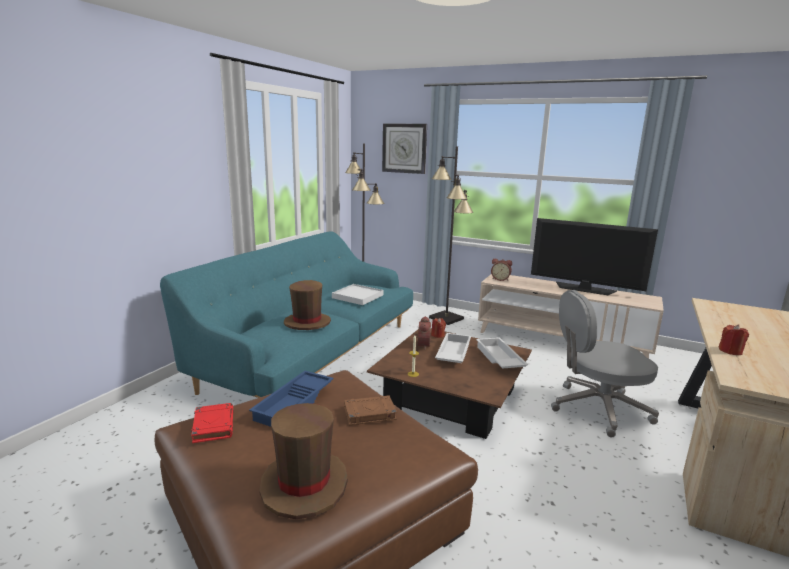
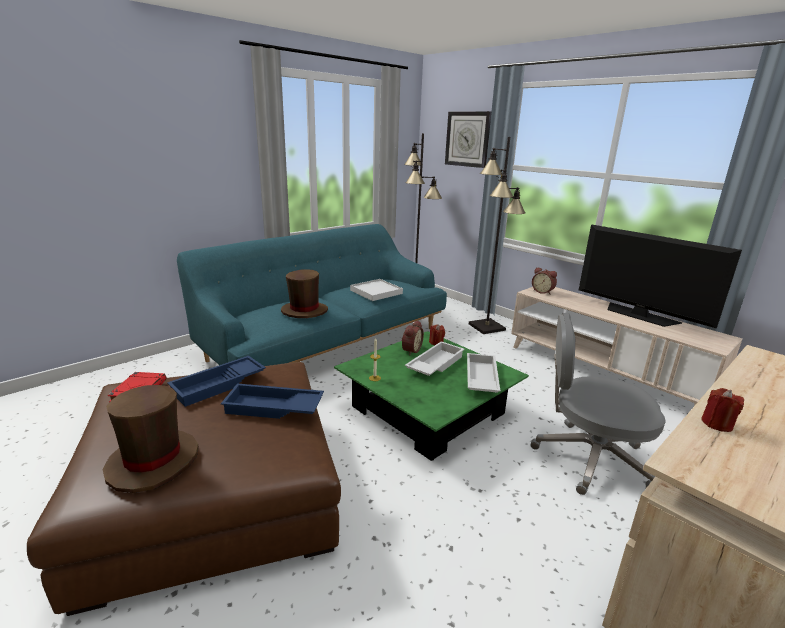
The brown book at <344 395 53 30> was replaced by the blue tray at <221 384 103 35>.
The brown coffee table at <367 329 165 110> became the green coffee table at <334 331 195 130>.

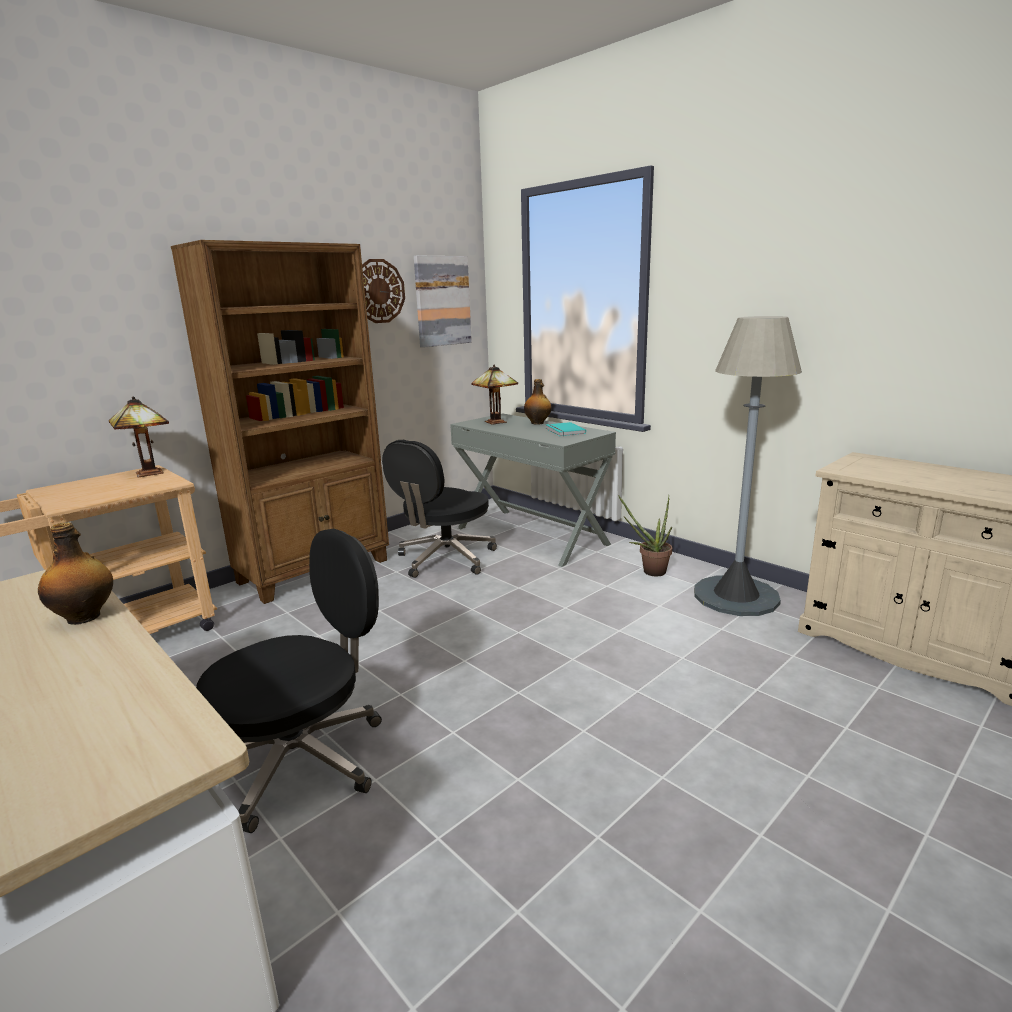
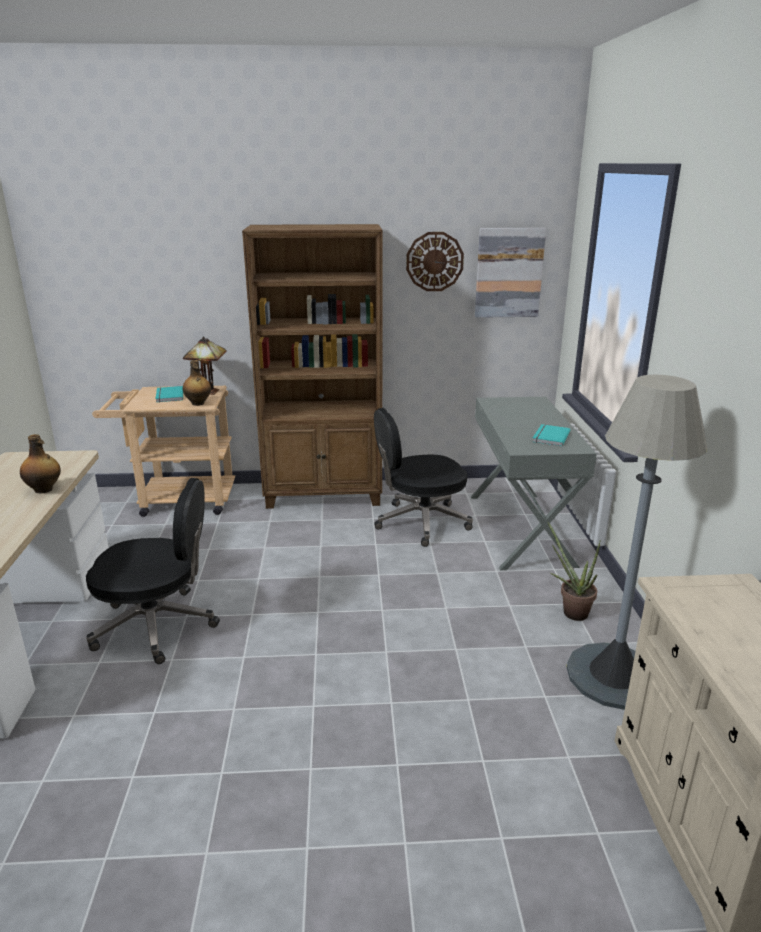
The table lamp at <471 365 47 59> disappeared.
The turquoise book at <155 386 28 16> appeared.
The bottle moved from <524 379 28 46> to <183 360 28 46>.

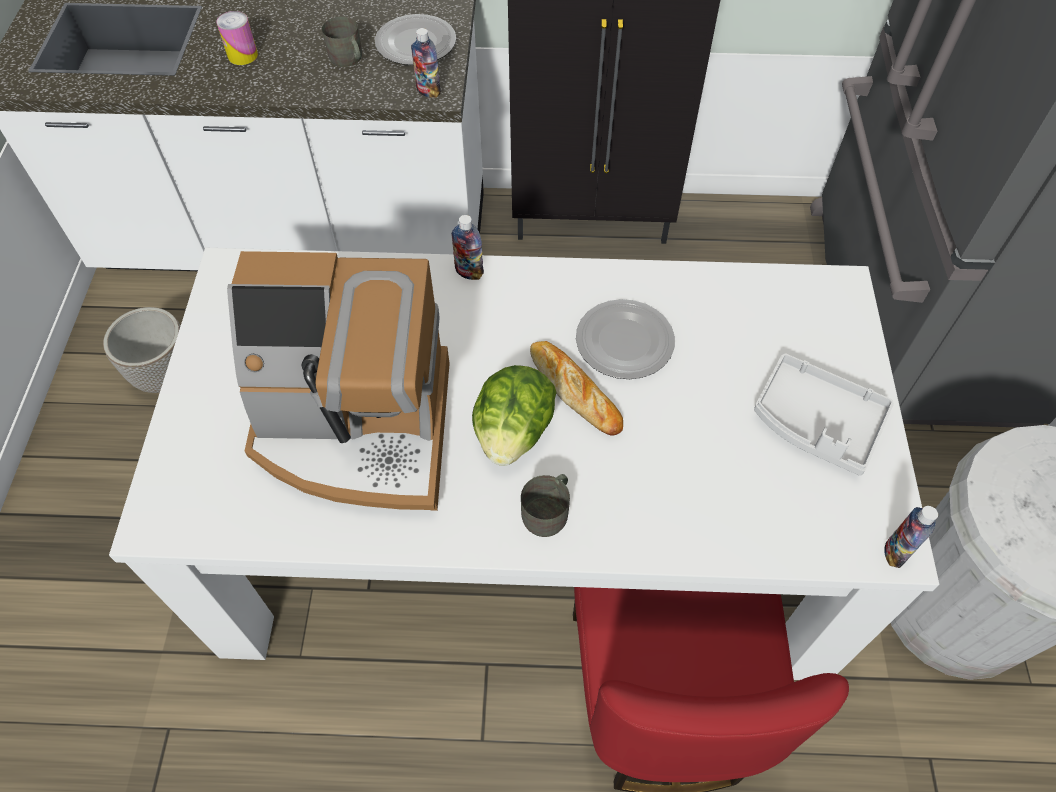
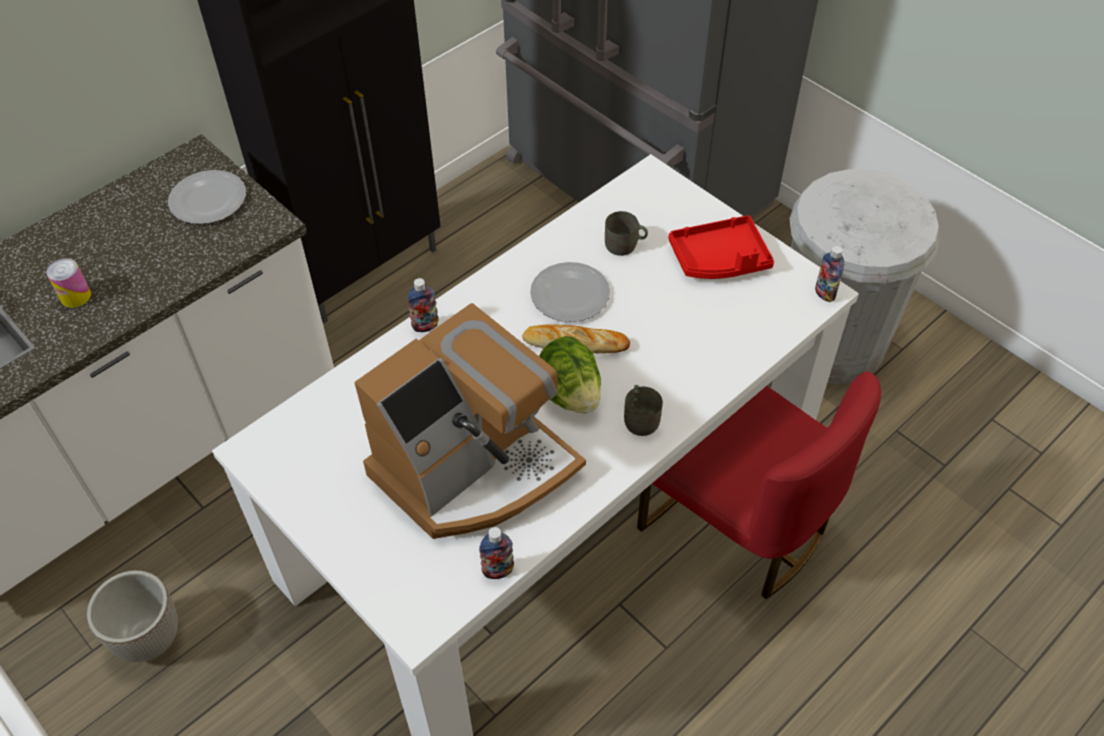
The grey mug moved from <322 17 40 50> to <605 211 43 45>.
The bottle moved from <411 28 30 70> to <479 527 35 52>.
The grey tray at <754 354 140 122> became the red tray at <668 215 106 64>.

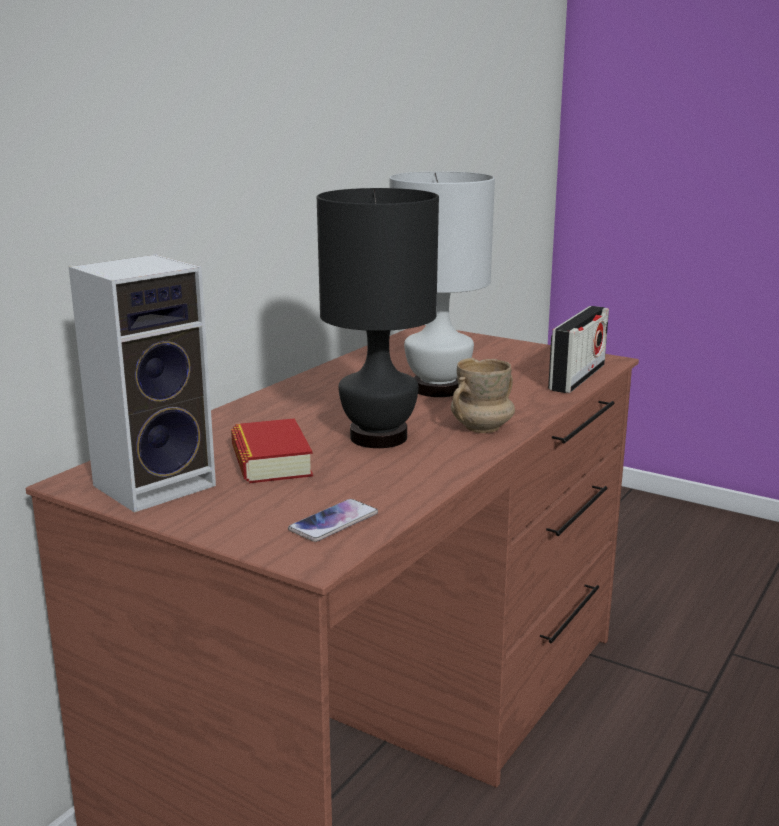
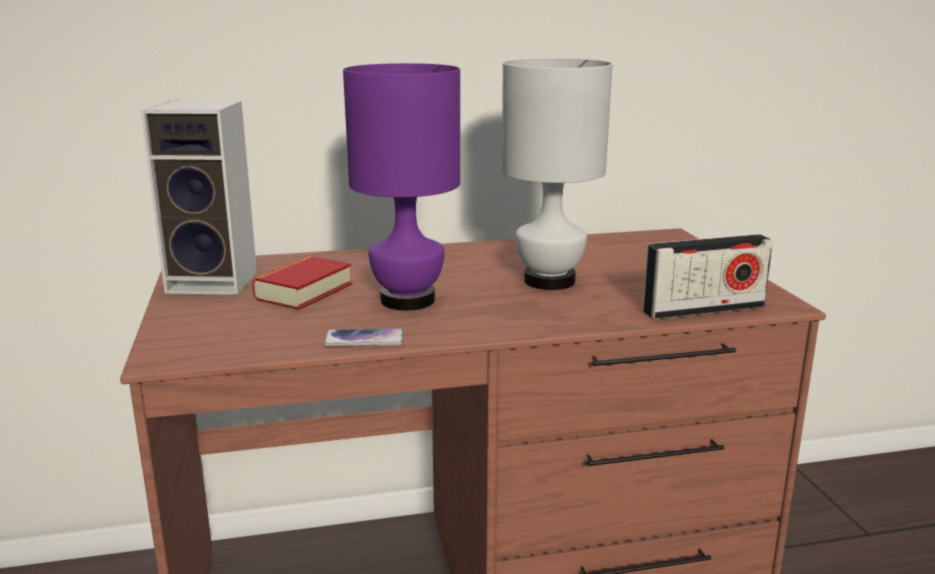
The beige mug at <451 358 64 75> disappeared.
The phone moved from <288 499 90 43> to <323 328 81 19>.
The black table lamp at <317 188 122 260> became the purple table lamp at <343 63 117 247>.

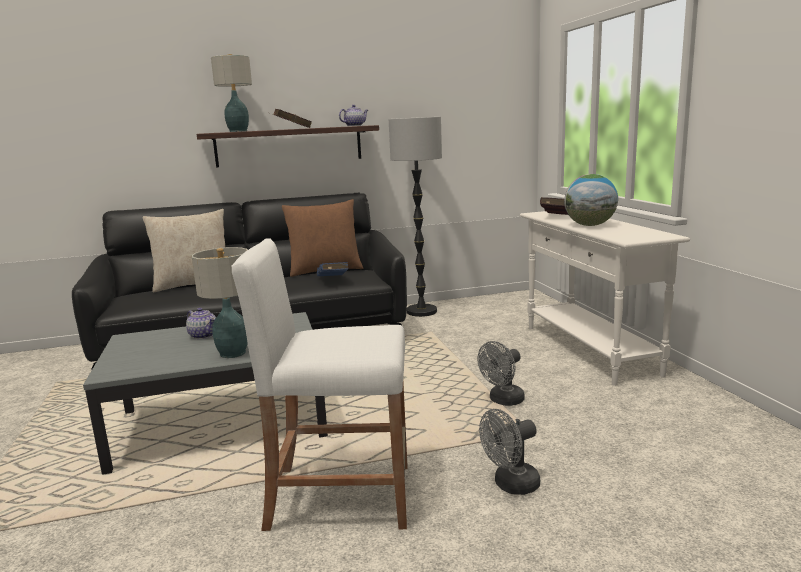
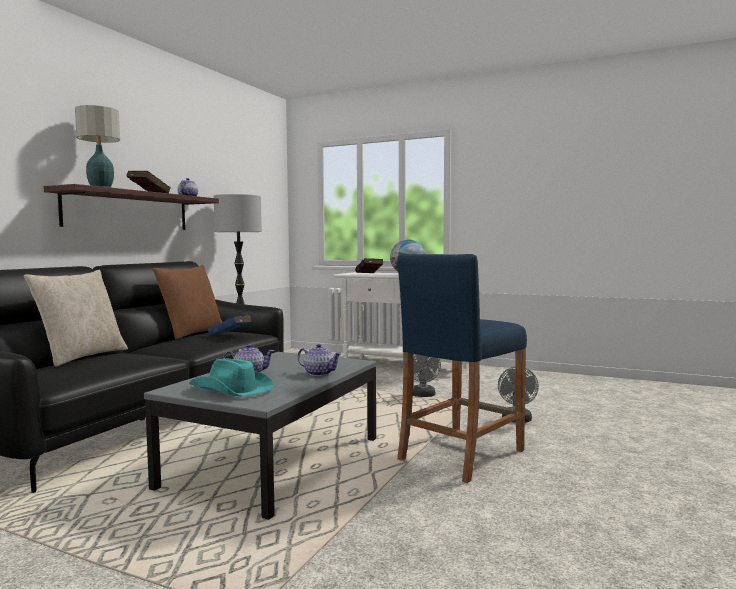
The turquoise hat at <189 358 85 39> appeared.
The table lamp at <191 247 57 111> was replaced by the teapot at <298 344 44 32>.
The white stool at <232 238 176 293> became the blue stool at <397 253 130 230>.

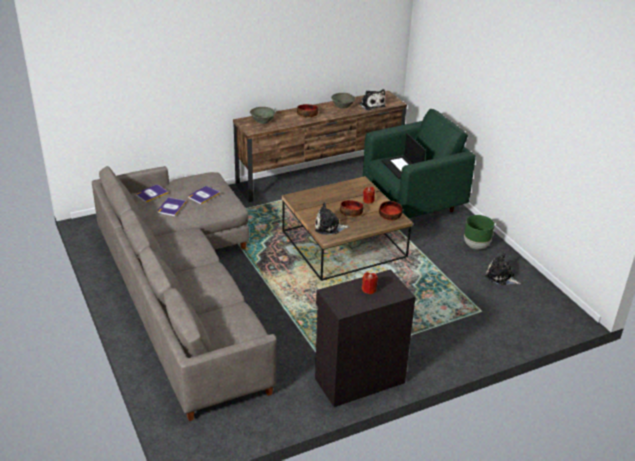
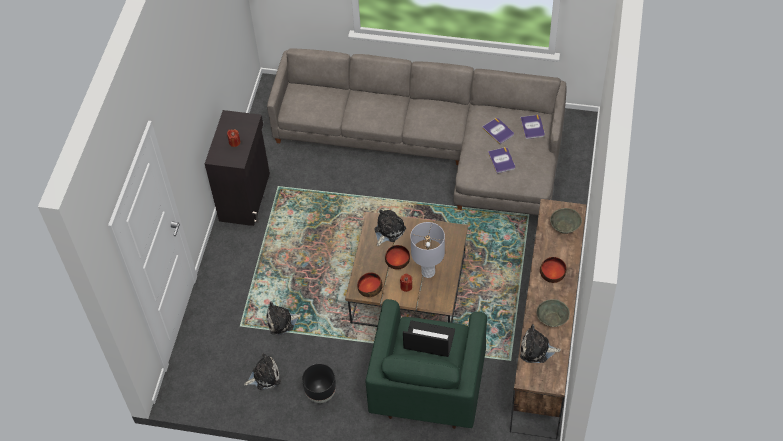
The plush toy at <266 302 36 34> appeared.
The grey table lamp at <410 222 35 56> appeared.
The green planter at <464 215 31 34> became the black planter at <302 364 34 39>.

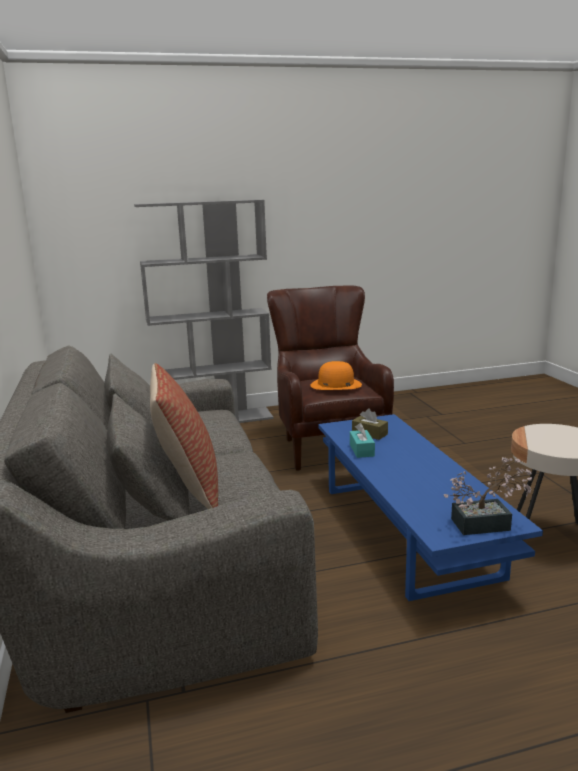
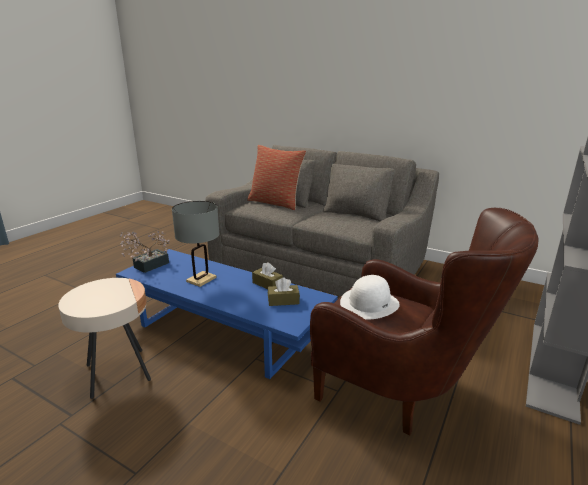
The grey table lamp at <172 201 47 86> appeared.
The orange hat at <311 361 51 29> became the white hat at <340 275 60 44>.
The turquoise tissue box at <350 423 25 35> became the brown tissue box at <252 262 31 27>.

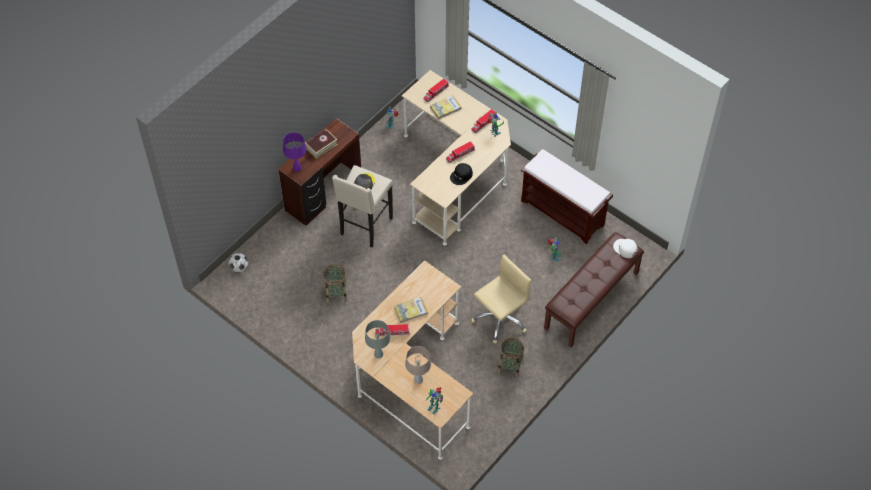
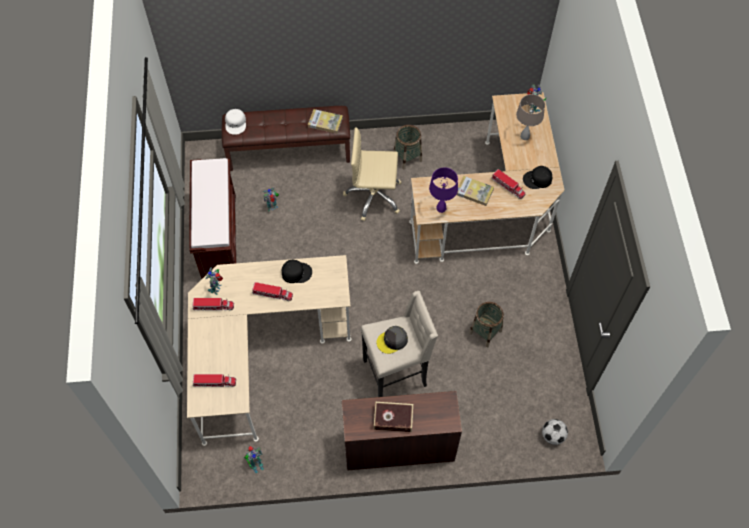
The purple table lamp moved from <283 132 23 40> to <429 167 29 46>.
The book moved from <430 95 32 24> to <308 109 35 25>.
The grey table lamp at <365 320 25 38> was replaced by the black cap at <523 166 29 23>.

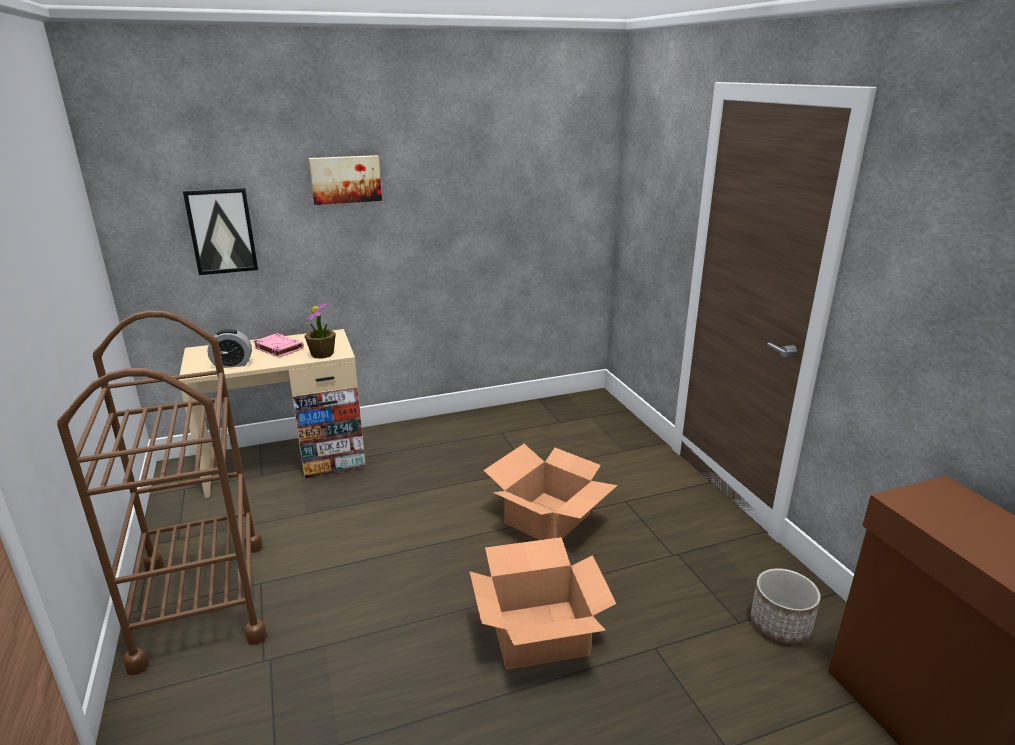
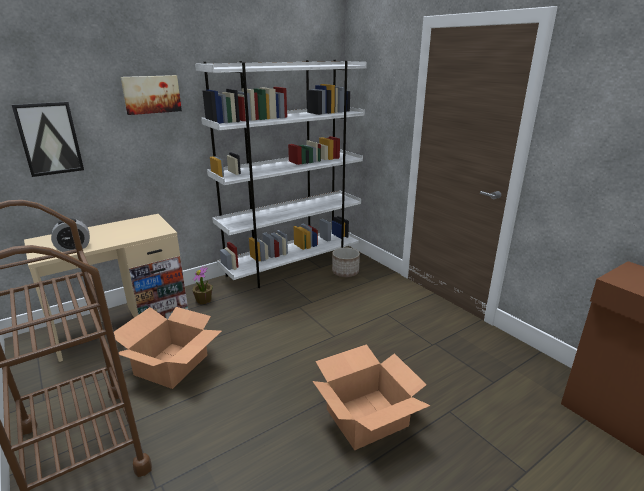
The pink book at <253 333 51 25> disappeared.
The white bookcase at <195 60 172 228> appeared.
The potted plant moved from <305 301 31 58> to <192 266 21 38>.
The cardboard box moved from <483 444 135 96> to <114 307 108 82>.
The planter moved from <751 568 70 76> to <332 247 28 30>.

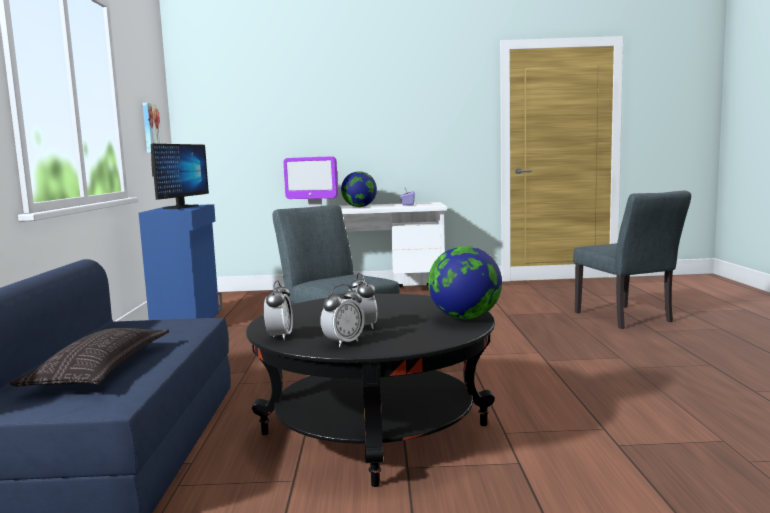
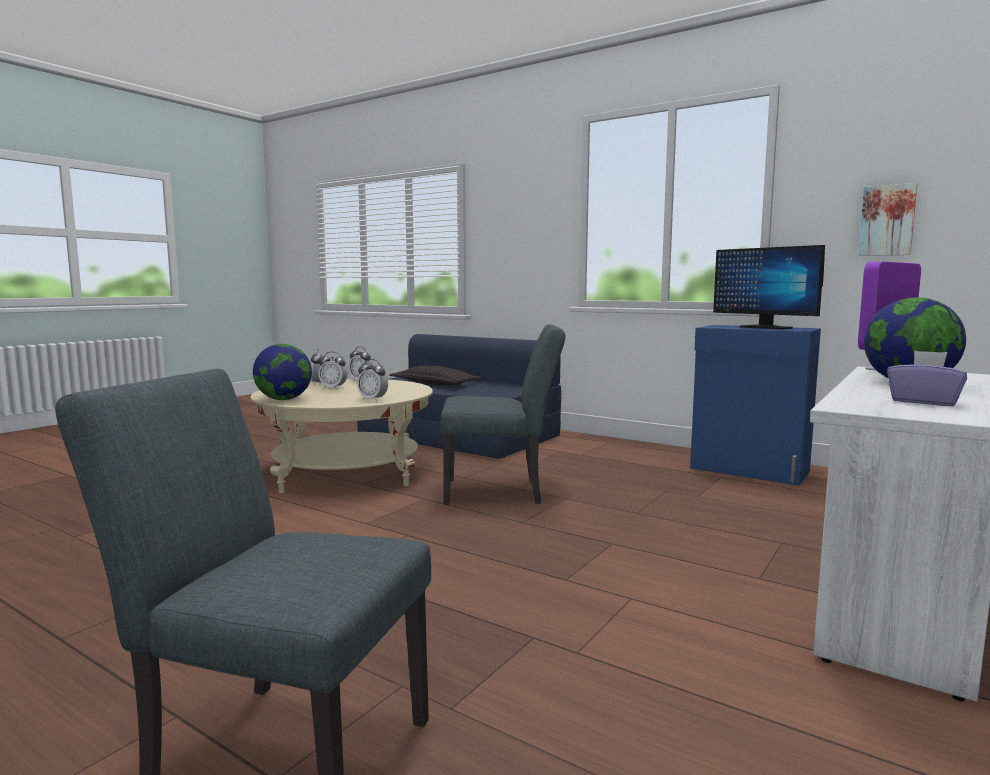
The alarm clock at <357 359 31 42> appeared.
The black coffee table at <246 294 249 193> became the beige coffee table at <251 379 182 114>.

